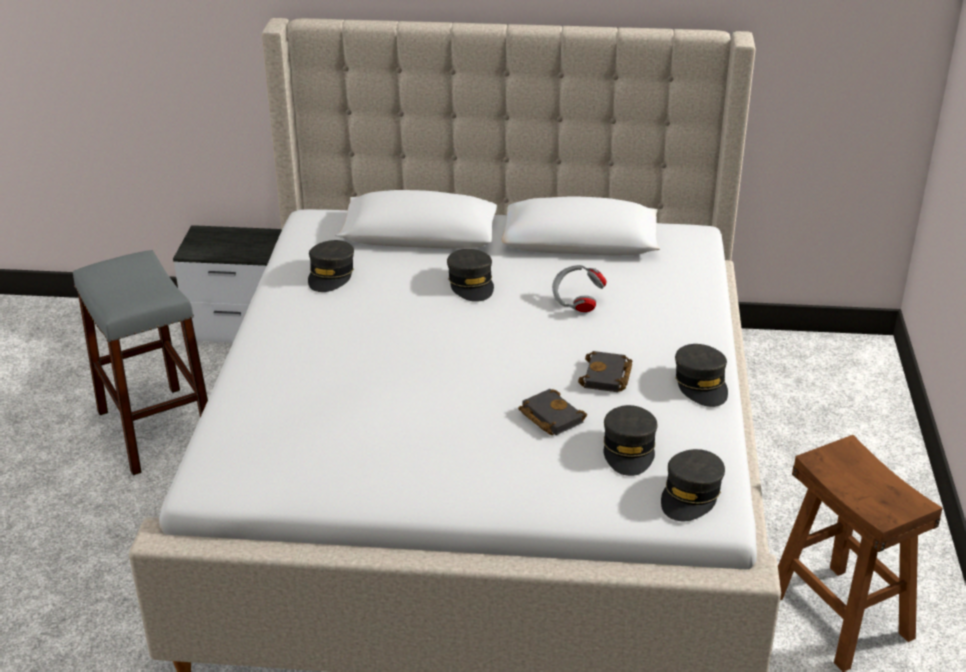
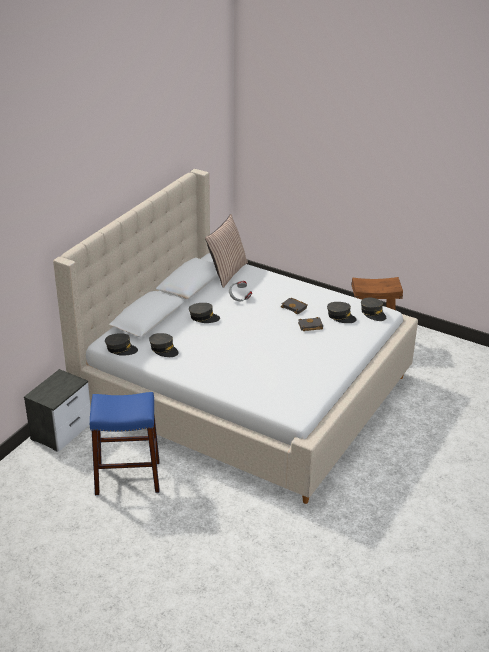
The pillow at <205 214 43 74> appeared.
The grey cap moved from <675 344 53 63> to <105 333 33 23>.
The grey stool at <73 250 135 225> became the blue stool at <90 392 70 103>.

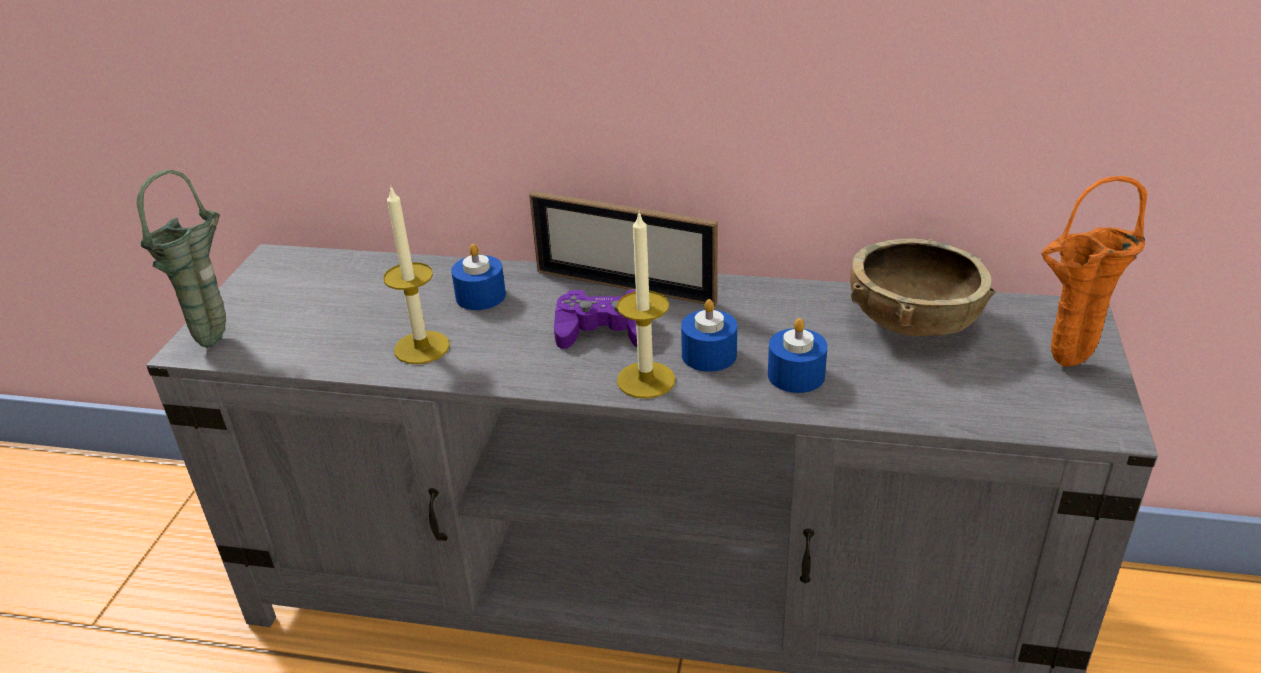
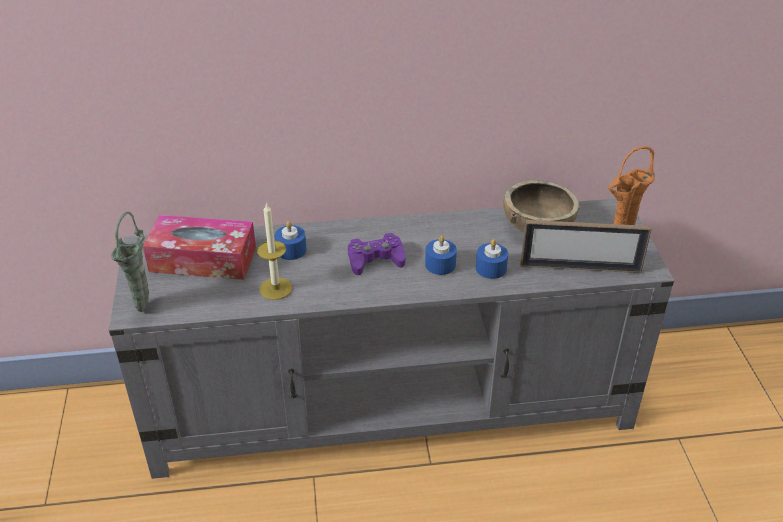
The candle at <617 210 59 189> disappeared.
The tissue box at <143 215 113 65> appeared.
The picture frame moved from <529 191 189 115> to <520 220 132 53>.

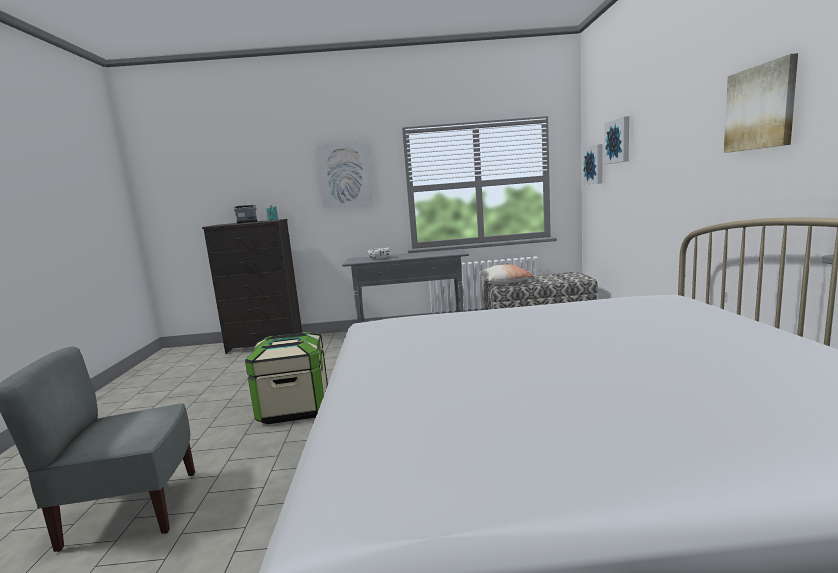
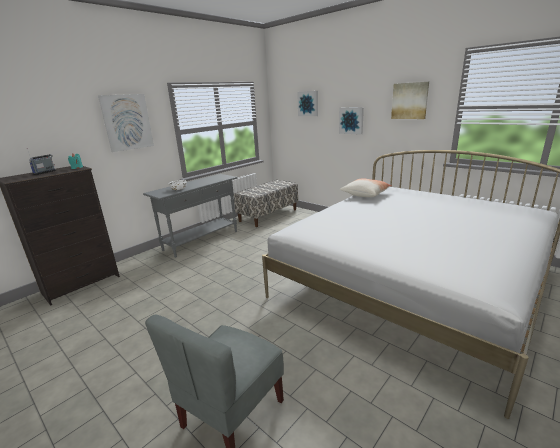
The storage box at <245 332 83 92> disappeared.
The pillow moved from <480 264 54 21> to <340 178 52 19>.
The picture moved from <582 144 20 40> to <339 107 25 28>.

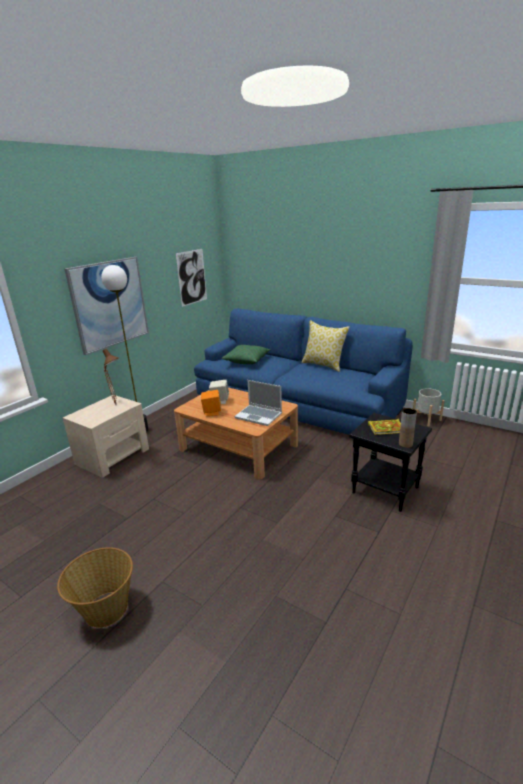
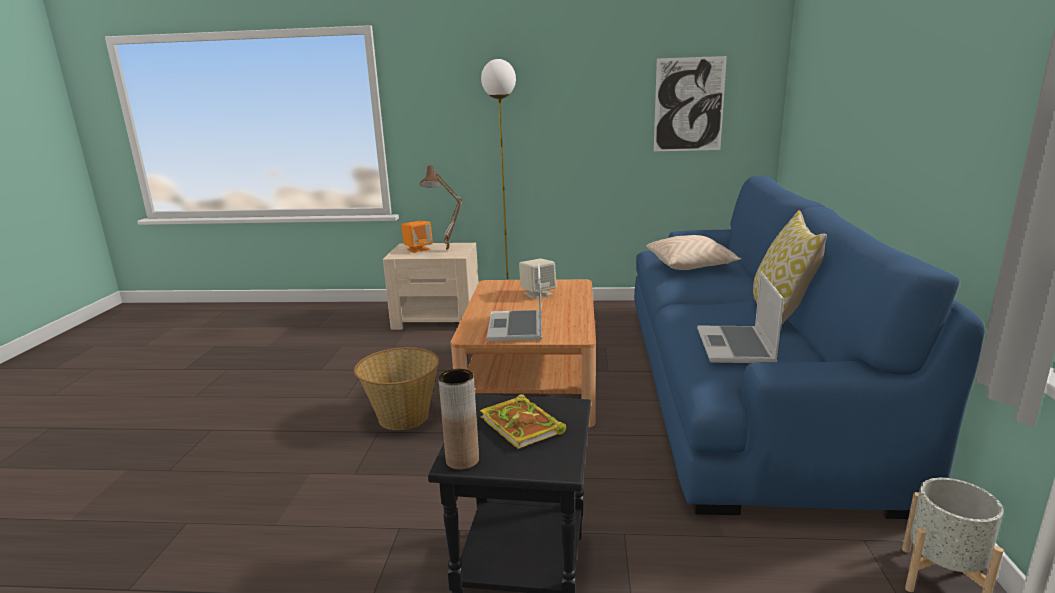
The picture at <64 257 85 98> disappeared.
The laptop at <697 271 87 92> appeared.
The basket moved from <57 547 76 81> to <354 347 85 83>.
The orange speaker moved from <201 390 20 26> to <401 221 32 32>.
The green pillow at <221 345 50 19> became the beige pillow at <646 235 95 35>.

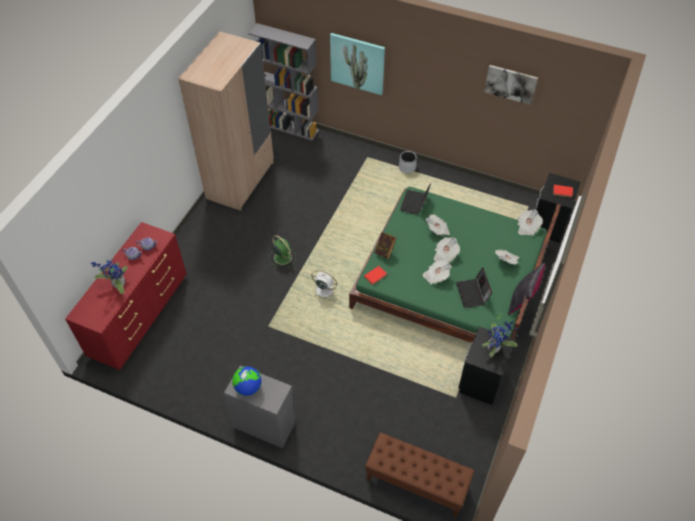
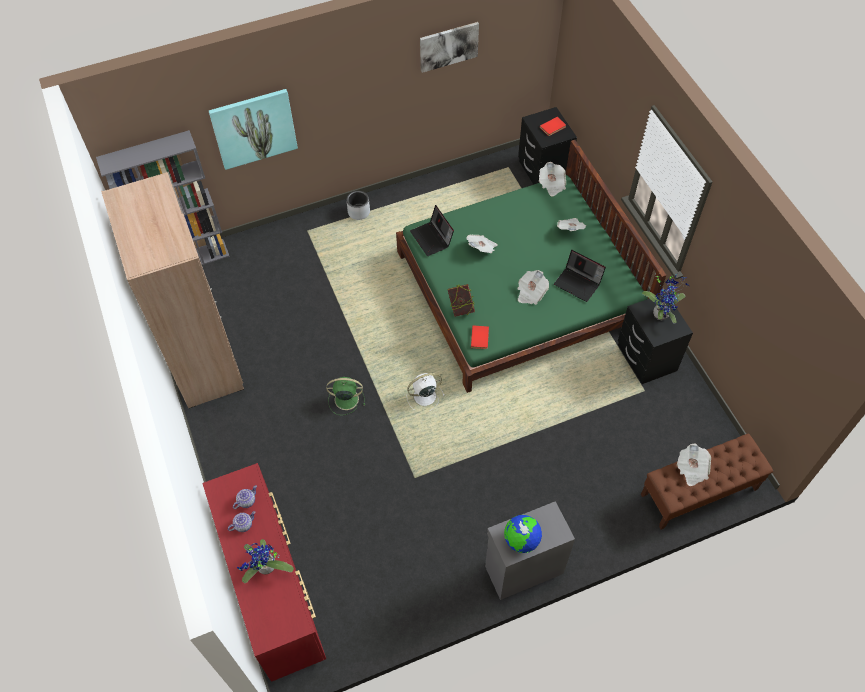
The black pillow at <508 263 37 52> disappeared.
The newspaper moved from <434 237 26 26> to <677 444 34 42>.

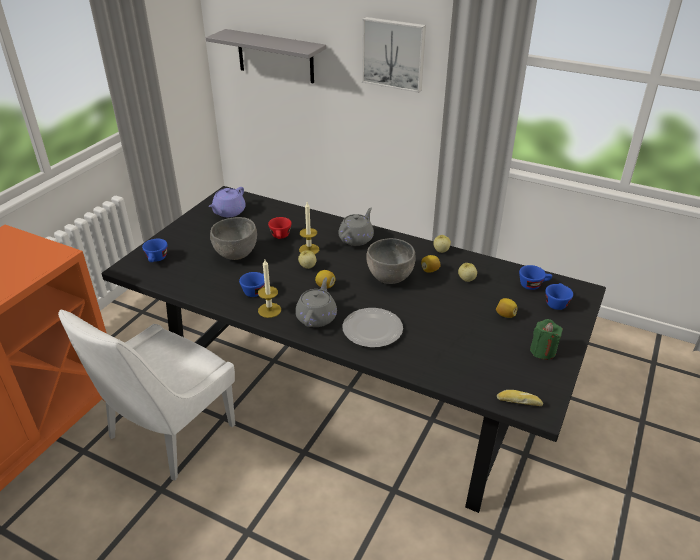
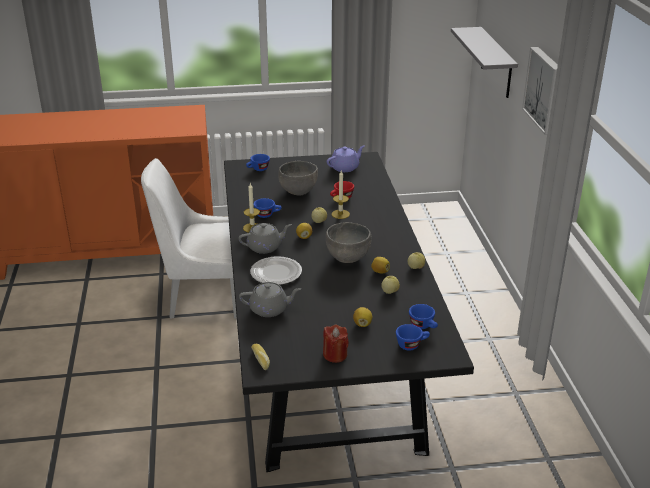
The grey teapot moved from <339 208 35 38> to <239 282 62 35>.
The green candle at <530 319 33 41> became the red candle at <323 325 26 38>.
The purple teapot at <209 187 37 30> turned 150 degrees clockwise.

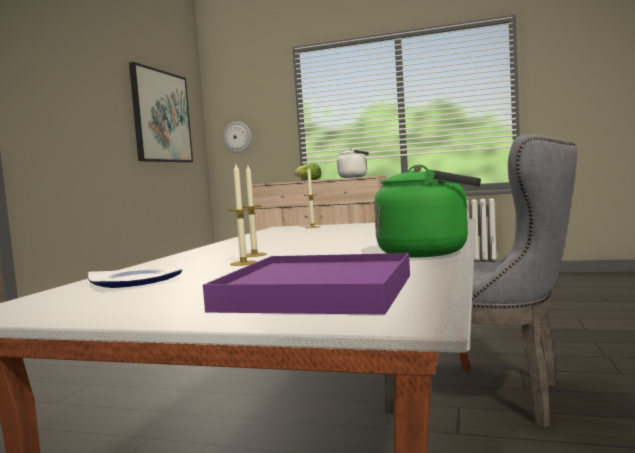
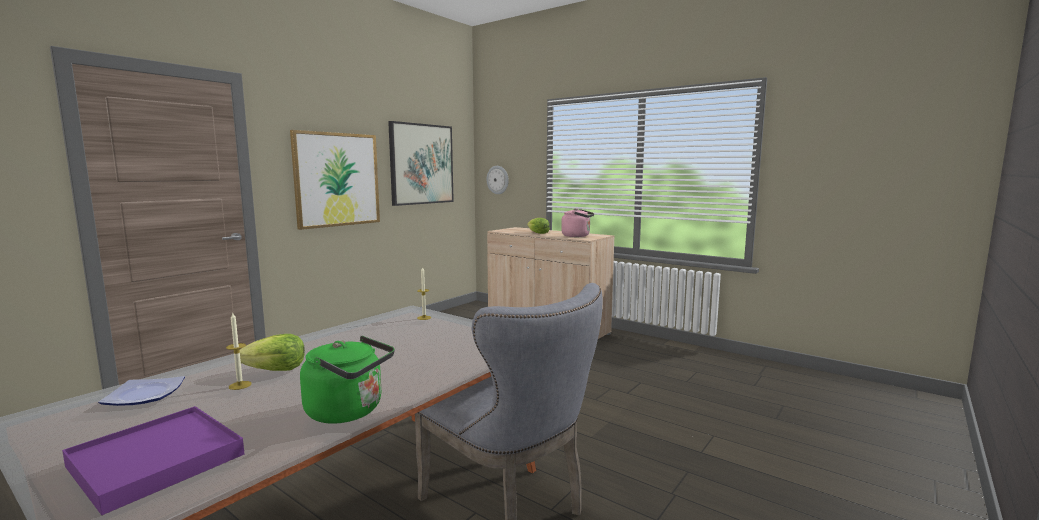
The picture at <290 130 90 100> appeared.
The candle at <242 165 25 92> was replaced by the lettuce at <240 334 65 37>.
The white kettle at <337 148 32 30> became the pink kettle at <561 208 33 29>.

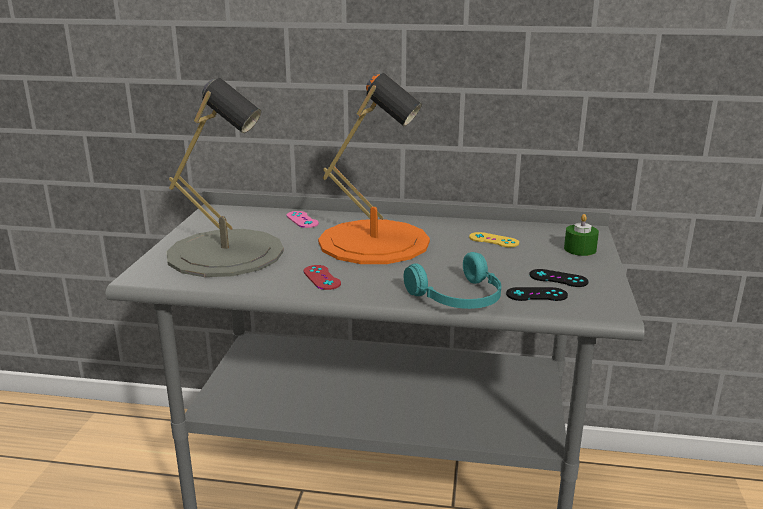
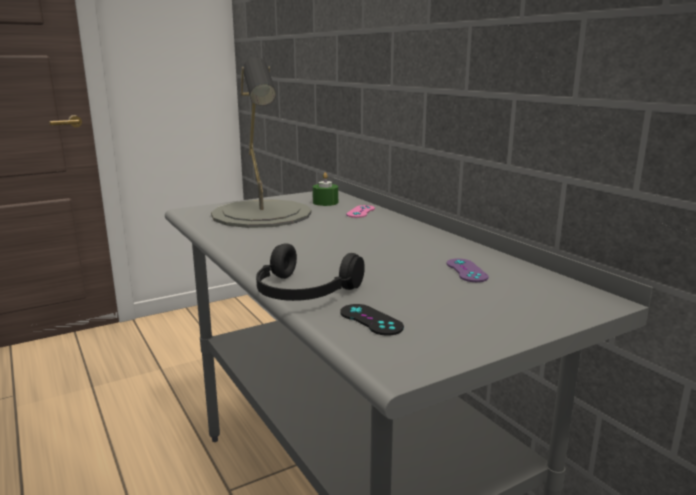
The red game controller at <303 265 38 25> disappeared.
The orange table lamp at <318 73 112 191> disappeared.
The black game controller at <529 269 60 18> disappeared.
The green candle moved from <564 214 35 42> to <313 172 25 34>.
The turquoise headphones at <404 252 97 57> became the black headphones at <256 243 109 58>.
The yellow game controller at <469 232 50 15> became the purple game controller at <447 259 41 23>.

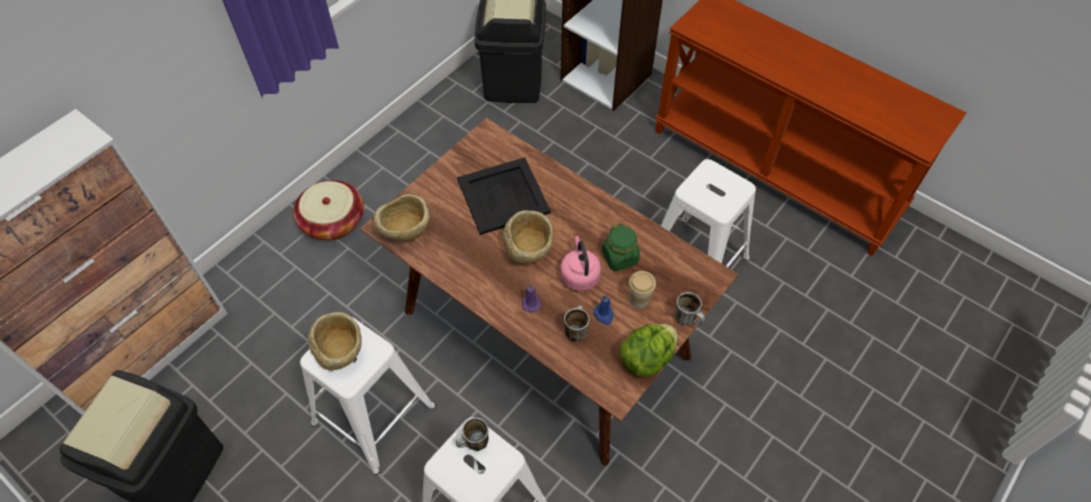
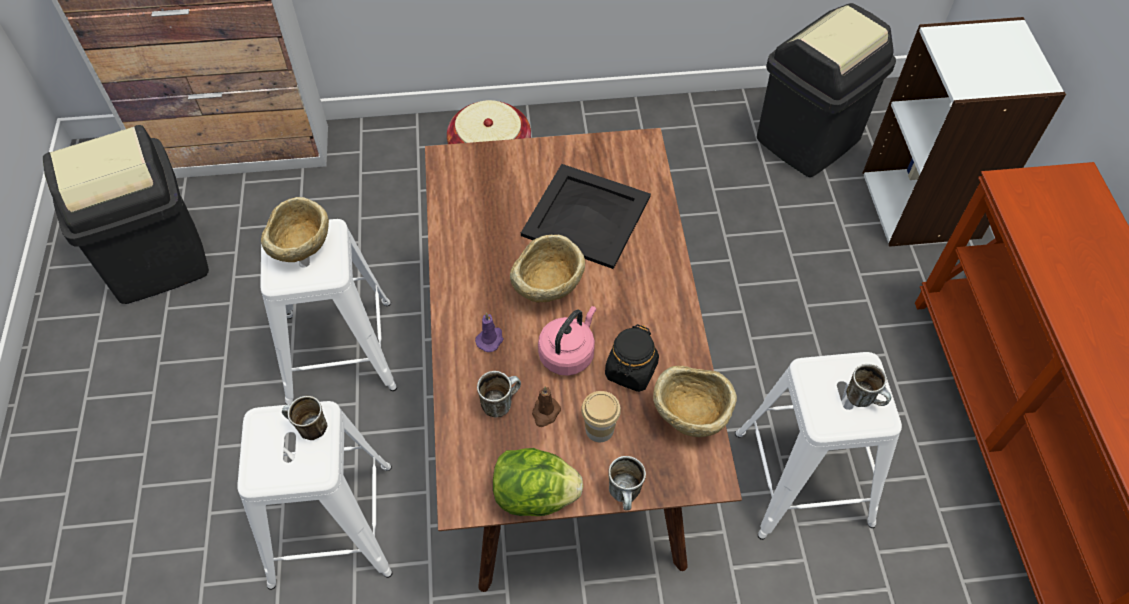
The mug at <846 364 45 43> appeared.
The beige bowl moved from <374 194 56 47> to <653 366 84 71>.
The blue candle at <593 295 21 30> became the brown candle at <532 386 29 41>.
The green jar at <602 223 38 48> became the black jar at <605 324 54 68>.

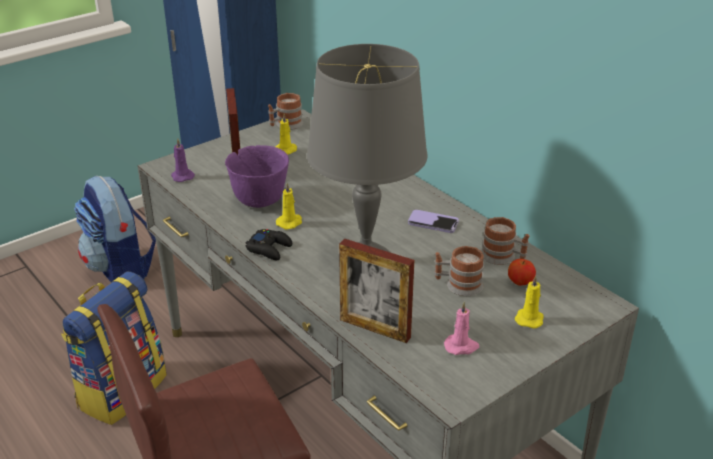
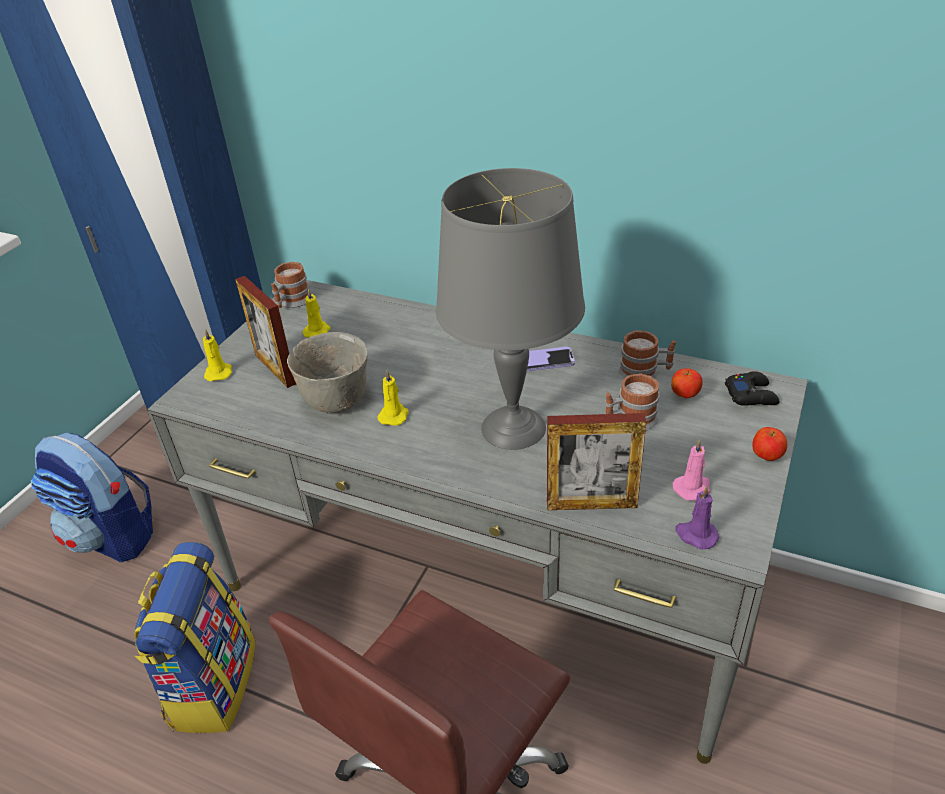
The apple at <752 427 35 34> appeared.
The purple candle moved from <171 139 24 43> to <675 486 44 63>.
The black game controller moved from <245 229 47 31> to <725 371 55 35>.
The yellow candle moved from <515 275 28 54> to <203 329 29 52>.
The purple bowl at <225 145 64 63> became the grey bowl at <287 332 81 81>.

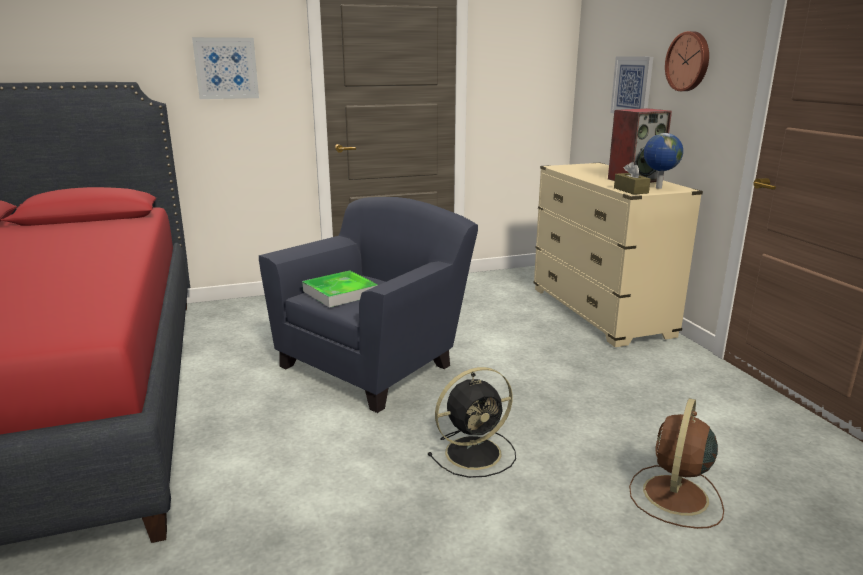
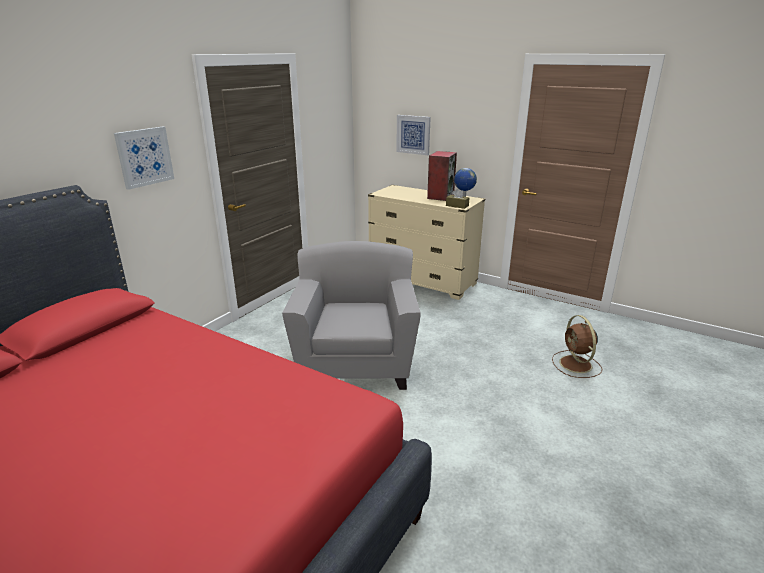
The tray at <302 271 76 37> disappeared.
The black fan at <428 367 88 111> disappeared.
The wall clock at <665 31 44 60> disappeared.
The blue armchair at <259 197 219 216> became the grey armchair at <282 241 139 149>.

